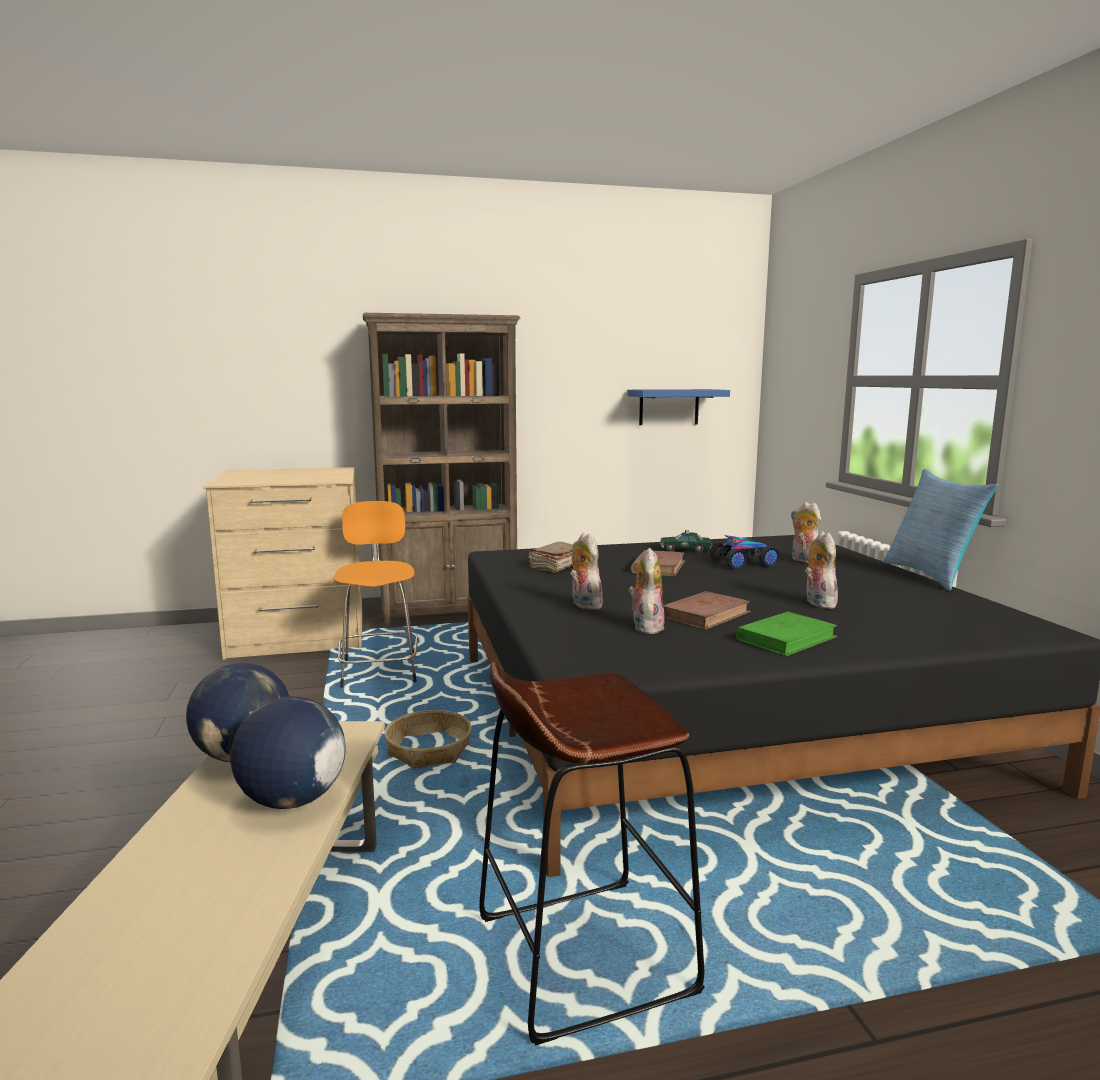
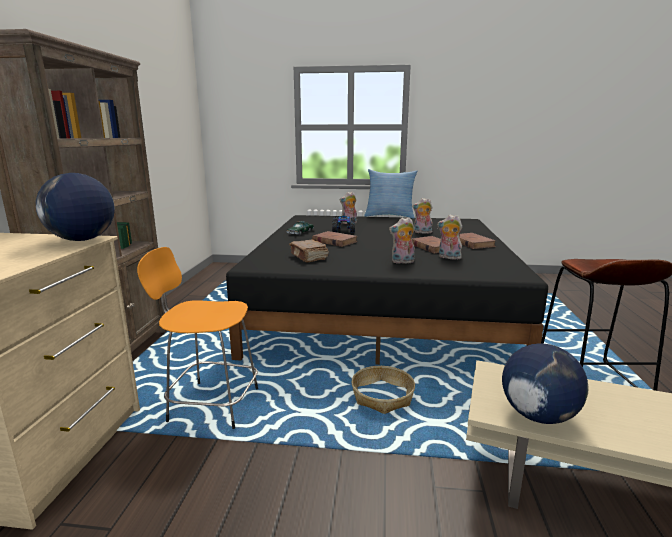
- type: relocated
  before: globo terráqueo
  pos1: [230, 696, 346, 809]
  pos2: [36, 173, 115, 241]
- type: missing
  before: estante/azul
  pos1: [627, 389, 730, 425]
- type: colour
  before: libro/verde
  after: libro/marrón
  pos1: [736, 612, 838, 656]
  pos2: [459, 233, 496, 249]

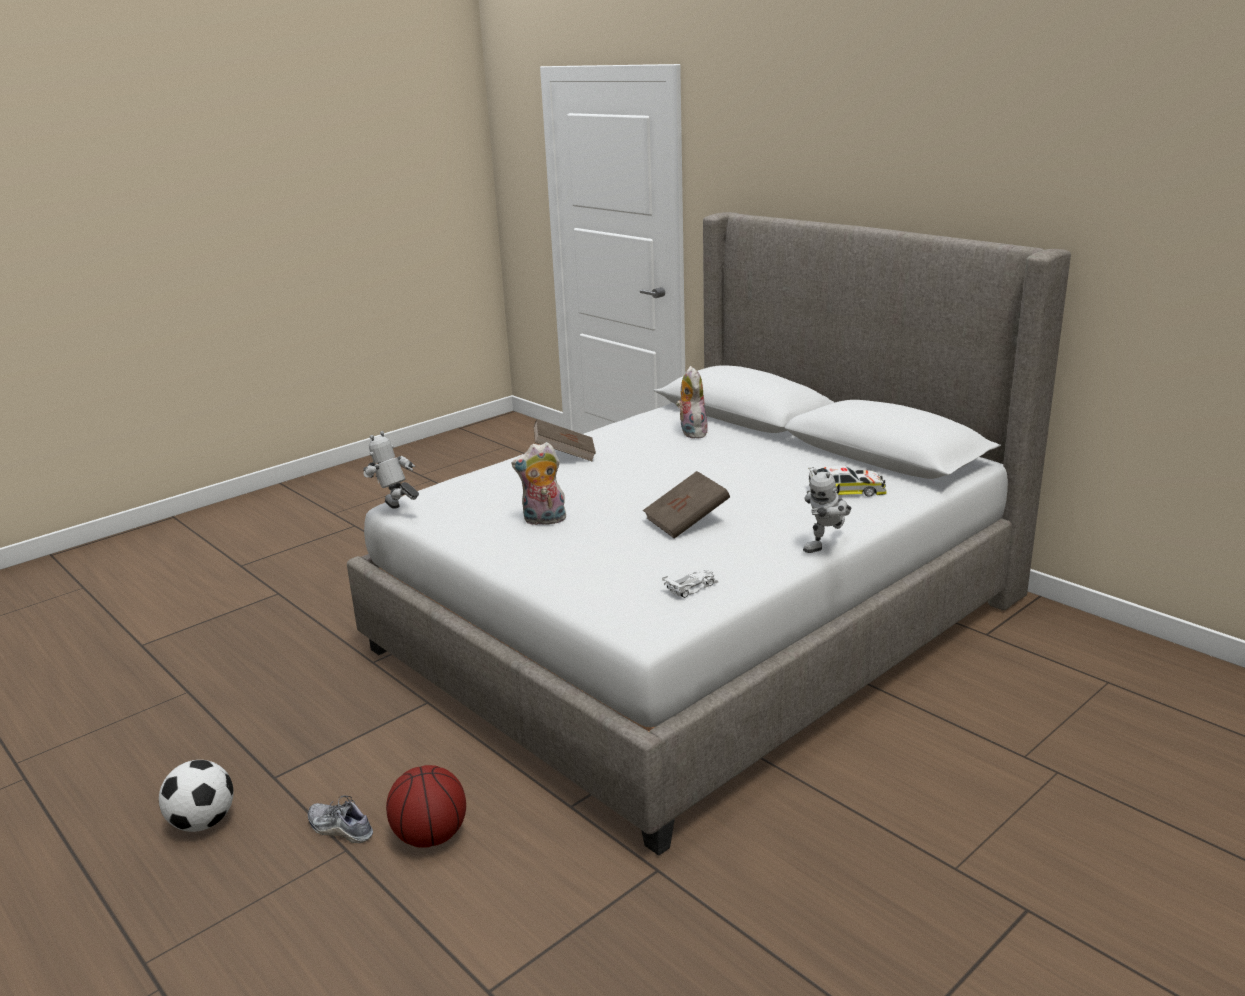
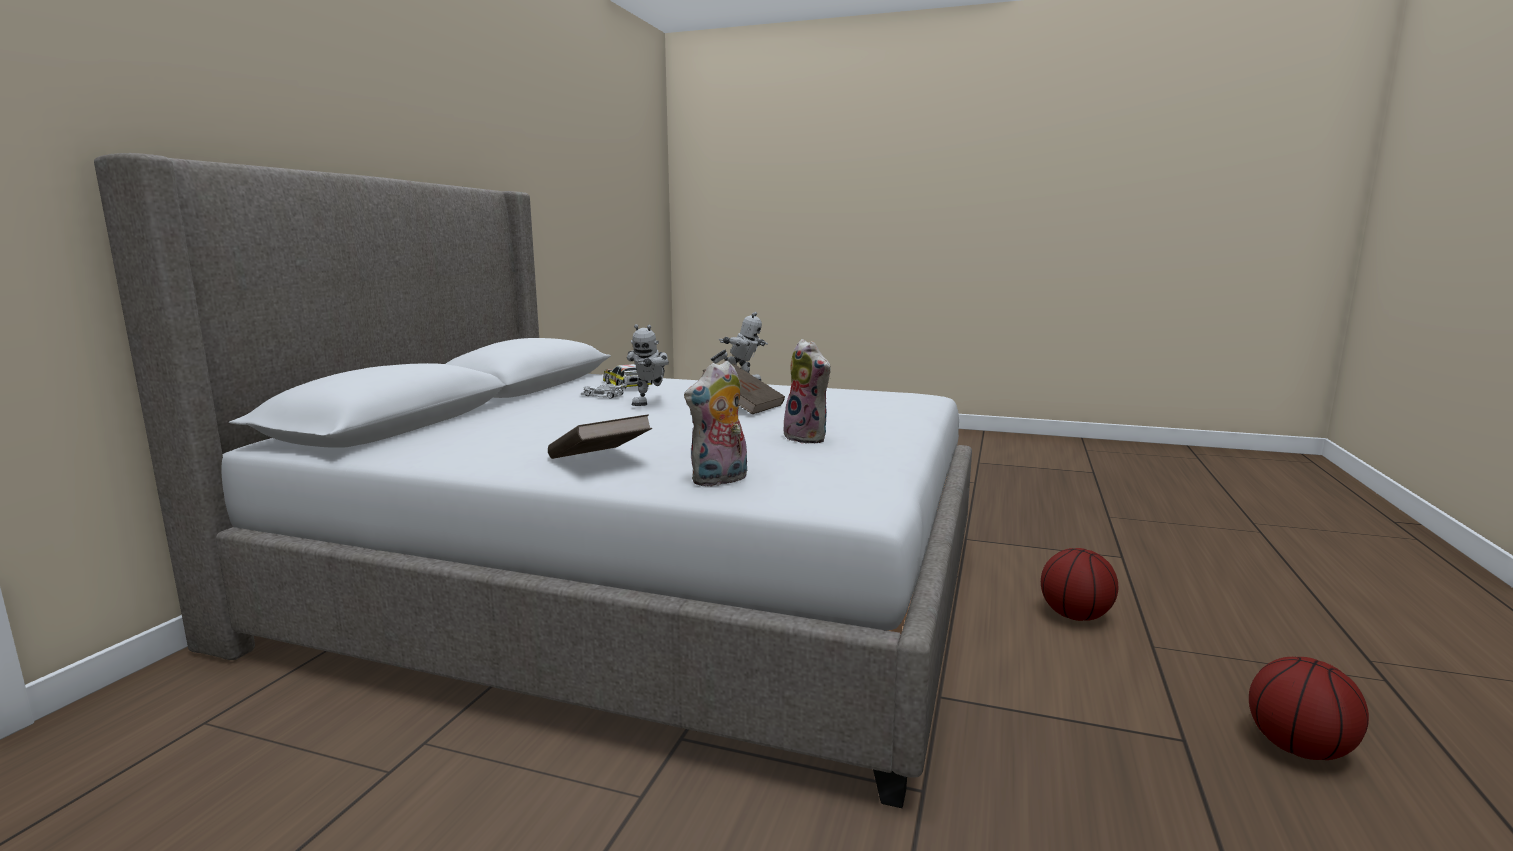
- type: exchanged
  before: balón de fútbol
  after: balón de baloncesto
  pos1: [159, 760, 234, 832]
  pos2: [1249, 657, 1369, 760]
- type: missing
  before: zapato
  pos1: [308, 795, 373, 843]
- type: relocated
  before: robot de juguete
  pos1: [363, 431, 419, 509]
  pos2: [627, 324, 669, 406]
- type: relocated
  before: coche de juguete/blanco
  pos1: [662, 570, 718, 598]
  pos2: [581, 383, 627, 399]
- type: relocated
  before: peluche
  pos1: [676, 366, 708, 438]
  pos2: [684, 360, 747, 487]

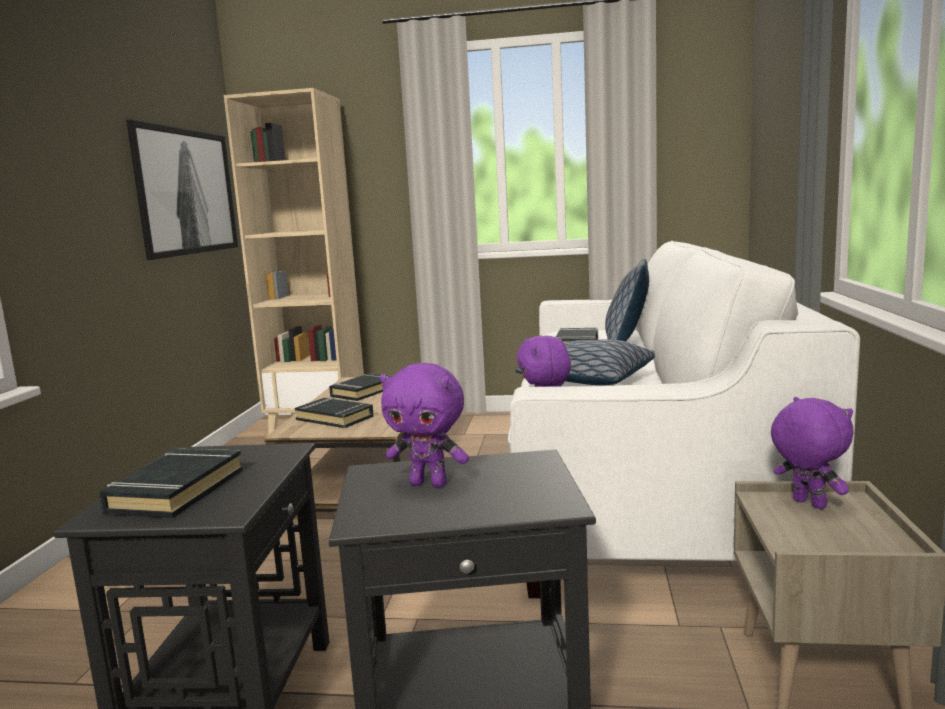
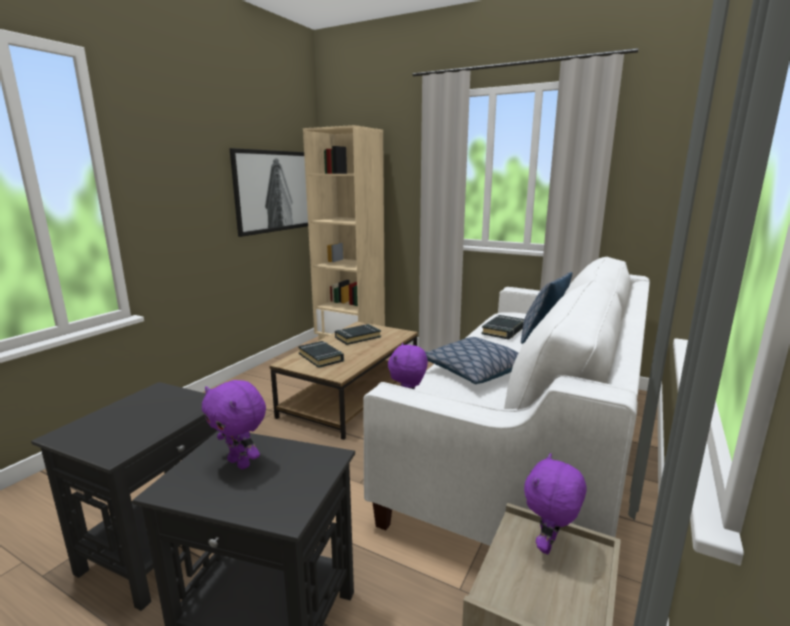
- type: missing
  before: libro/negro
  pos1: [99, 448, 243, 518]
- type: spun
  before: peluche/morado
  pos1: [771, 397, 853, 509]
  pos2: [524, 453, 586, 554]
  turn: -135

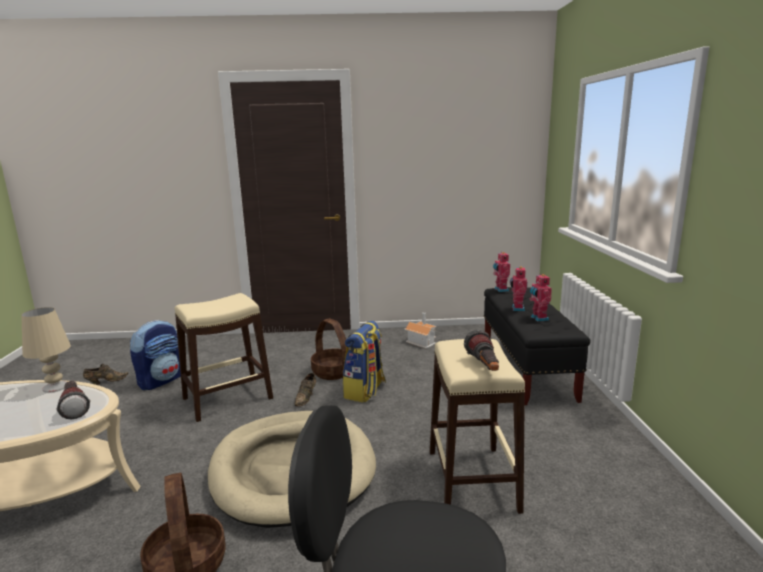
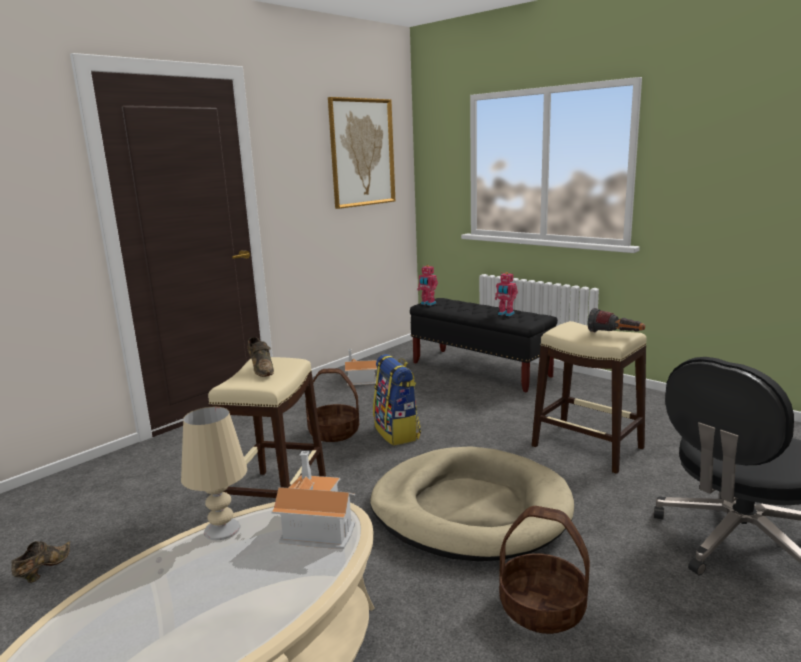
- type: exchanged
  before: linterna
  after: casita
  pos1: [56, 381, 90, 419]
  pos2: [272, 451, 355, 549]
- type: missing
  before: mochila
  pos1: [130, 320, 181, 390]
- type: relocated
  before: zapato/marrón
  pos1: [295, 373, 316, 406]
  pos2: [247, 337, 274, 377]
- type: missing
  before: robot de juguete
  pos1: [510, 266, 527, 311]
- type: appeared
  after: cuadro
  pos2: [328, 97, 395, 209]

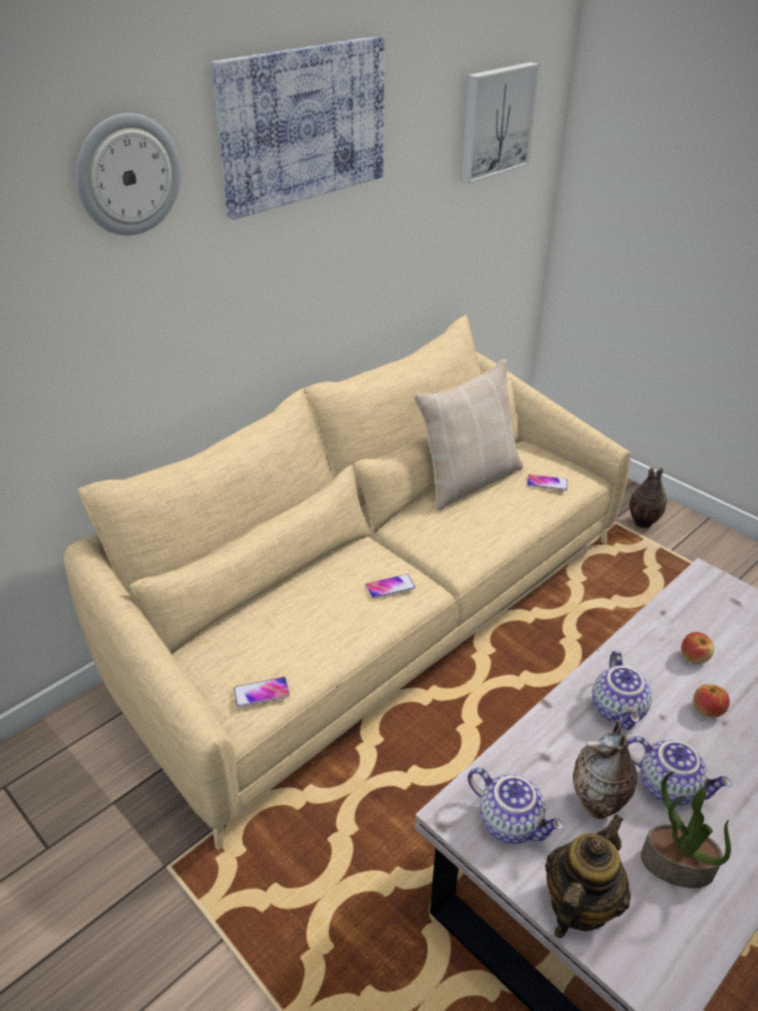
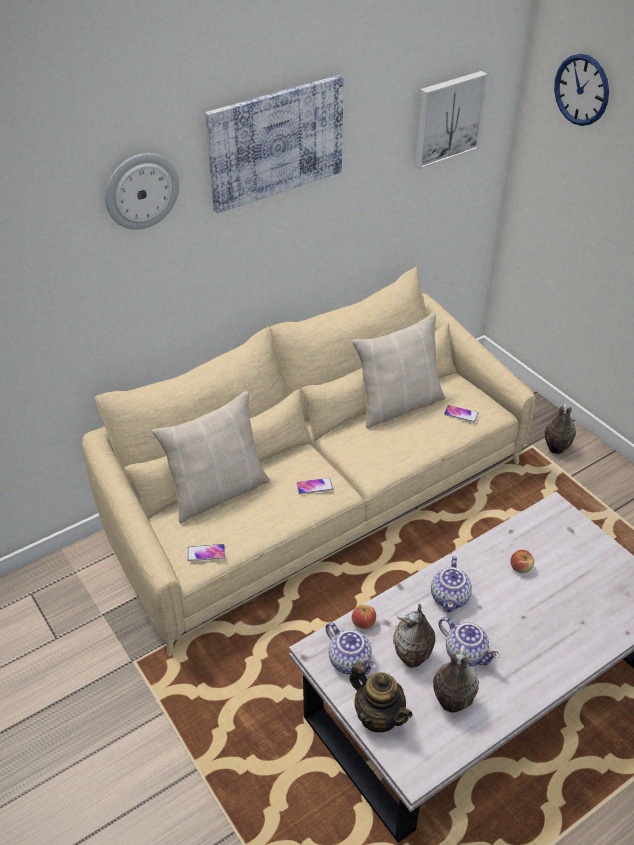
- type: spun
  before: tetera
  pos1: [545, 814, 631, 938]
  pos2: [349, 662, 413, 732]
  turn: 90
- type: exchanged
  before: planta en maceta
  after: florero
  pos1: [641, 771, 731, 888]
  pos2: [433, 645, 479, 713]
- type: relocated
  before: manzana
  pos1: [693, 684, 730, 717]
  pos2: [352, 605, 376, 629]
- type: appeared
  after: cojín/beis
  pos2: [152, 391, 270, 523]
- type: appeared
  after: reloj de pared
  pos2: [554, 54, 609, 126]

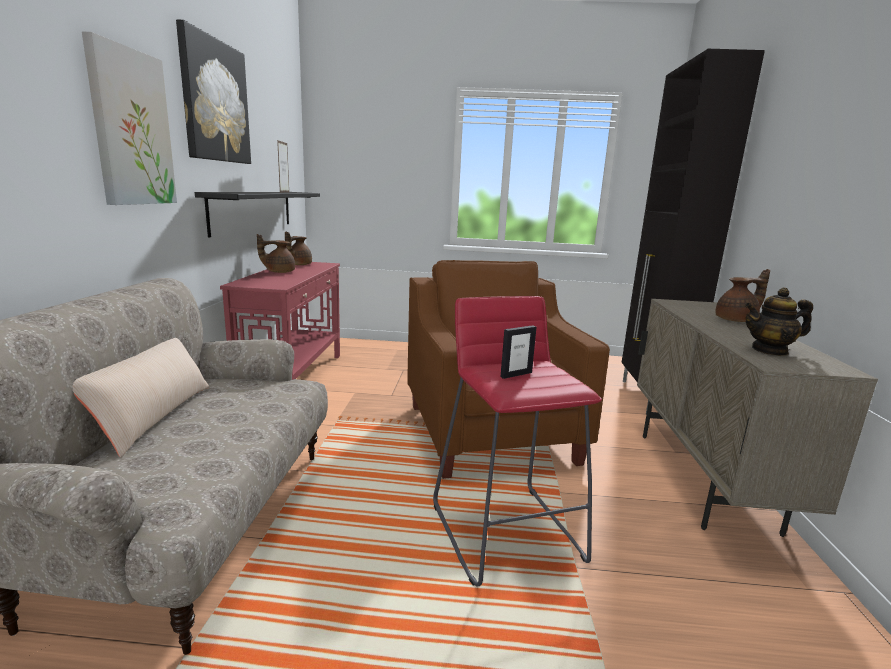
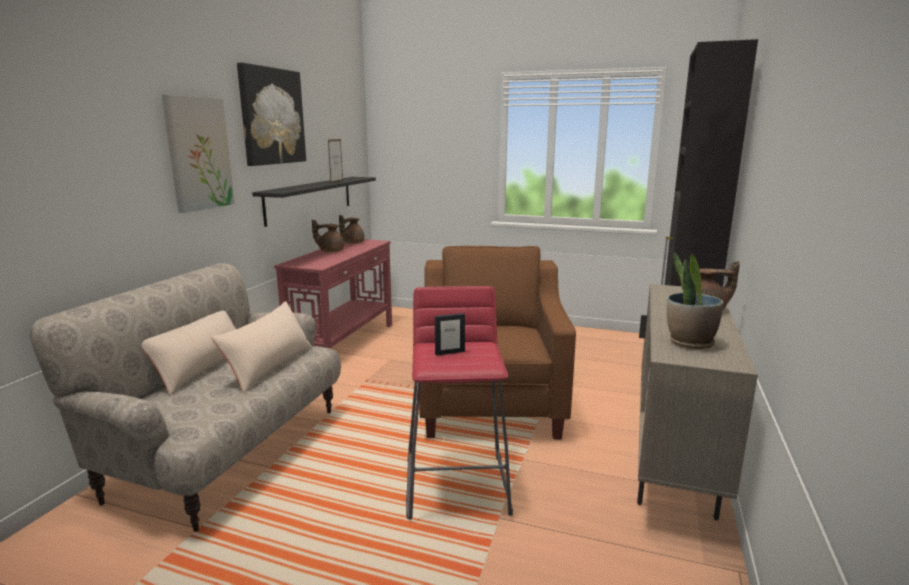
- type: exchanged
  before: tetera
  after: planta en maceta
  pos1: [745, 288, 813, 356]
  pos2: [667, 252, 723, 349]
- type: appeared
  after: cojín/beis
  pos2: [211, 301, 312, 393]

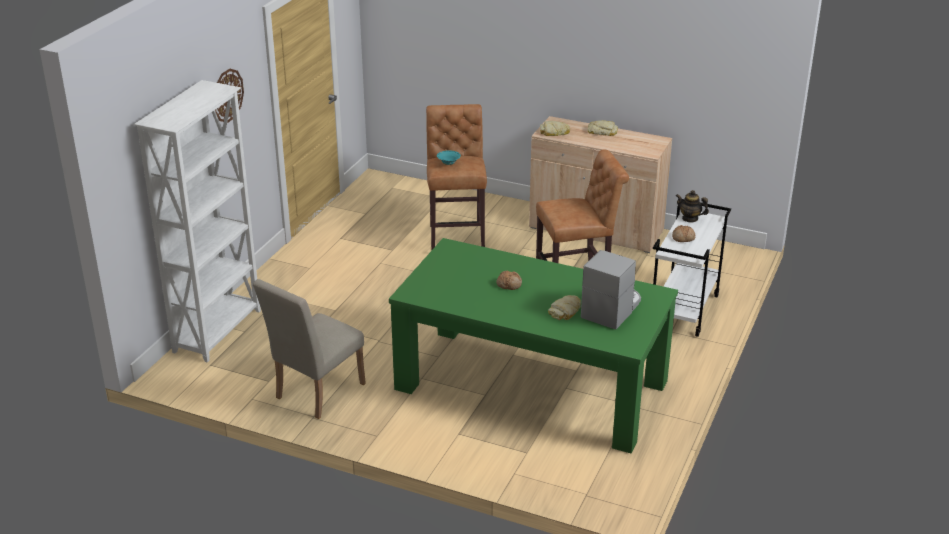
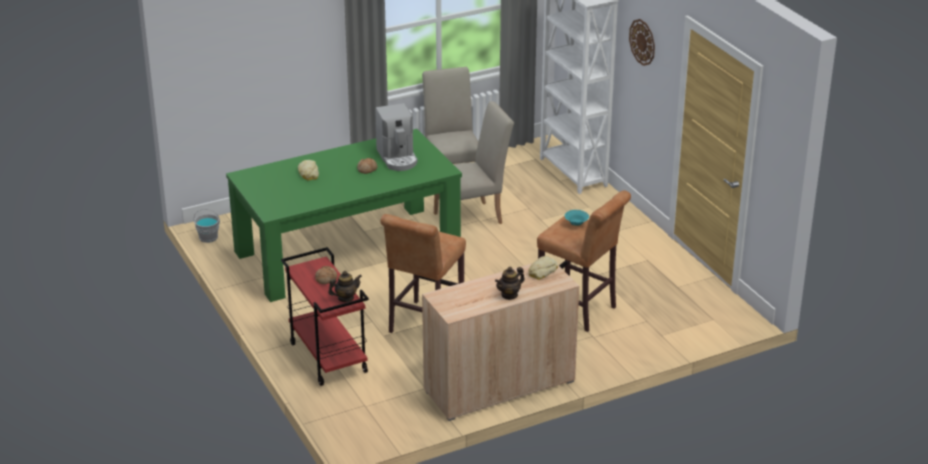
- type: relocated
  before: cafetera
  pos1: [581, 250, 641, 330]
  pos2: [375, 103, 418, 171]
- type: exchanged
  before: pan
  after: tetera
  pos1: [588, 120, 618, 136]
  pos2: [495, 267, 525, 300]
- type: colour
  before: carrito/blanco
  after: carrito/rojo
  pos1: [653, 199, 731, 337]
  pos2: [281, 247, 369, 386]
- type: appeared
  after: cubo/gris
  pos2: [194, 209, 220, 243]
- type: appeared
  after: silla/beis
  pos2: [434, 101, 514, 224]

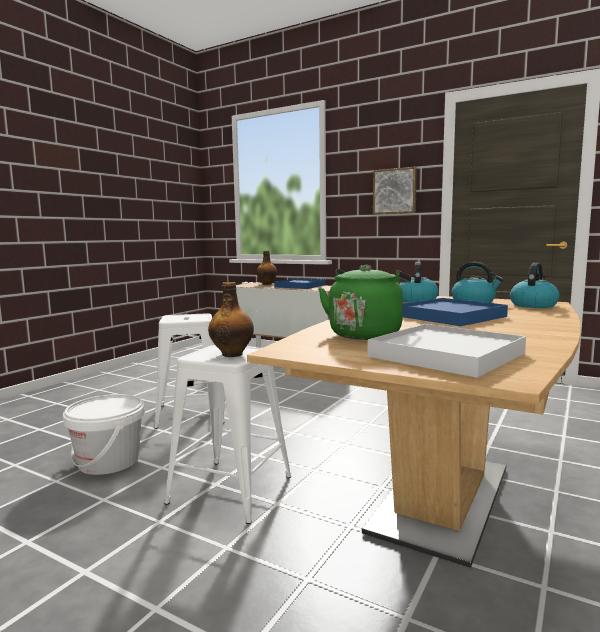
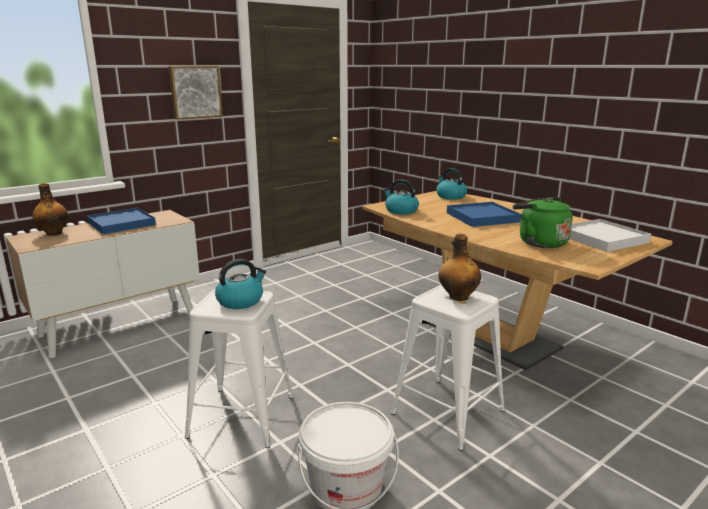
- type: relocated
  before: hervidor
  pos1: [451, 262, 503, 303]
  pos2: [215, 259, 266, 309]

